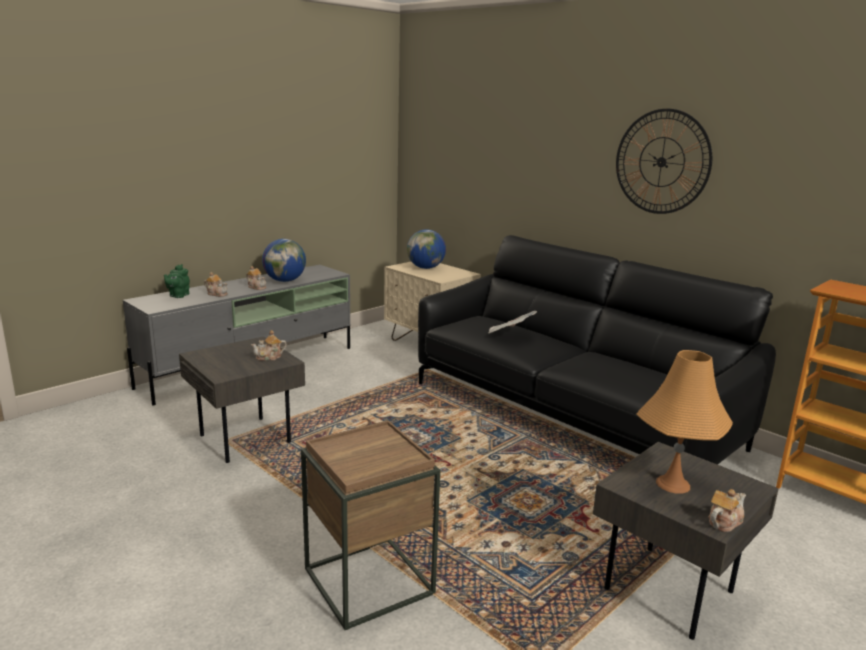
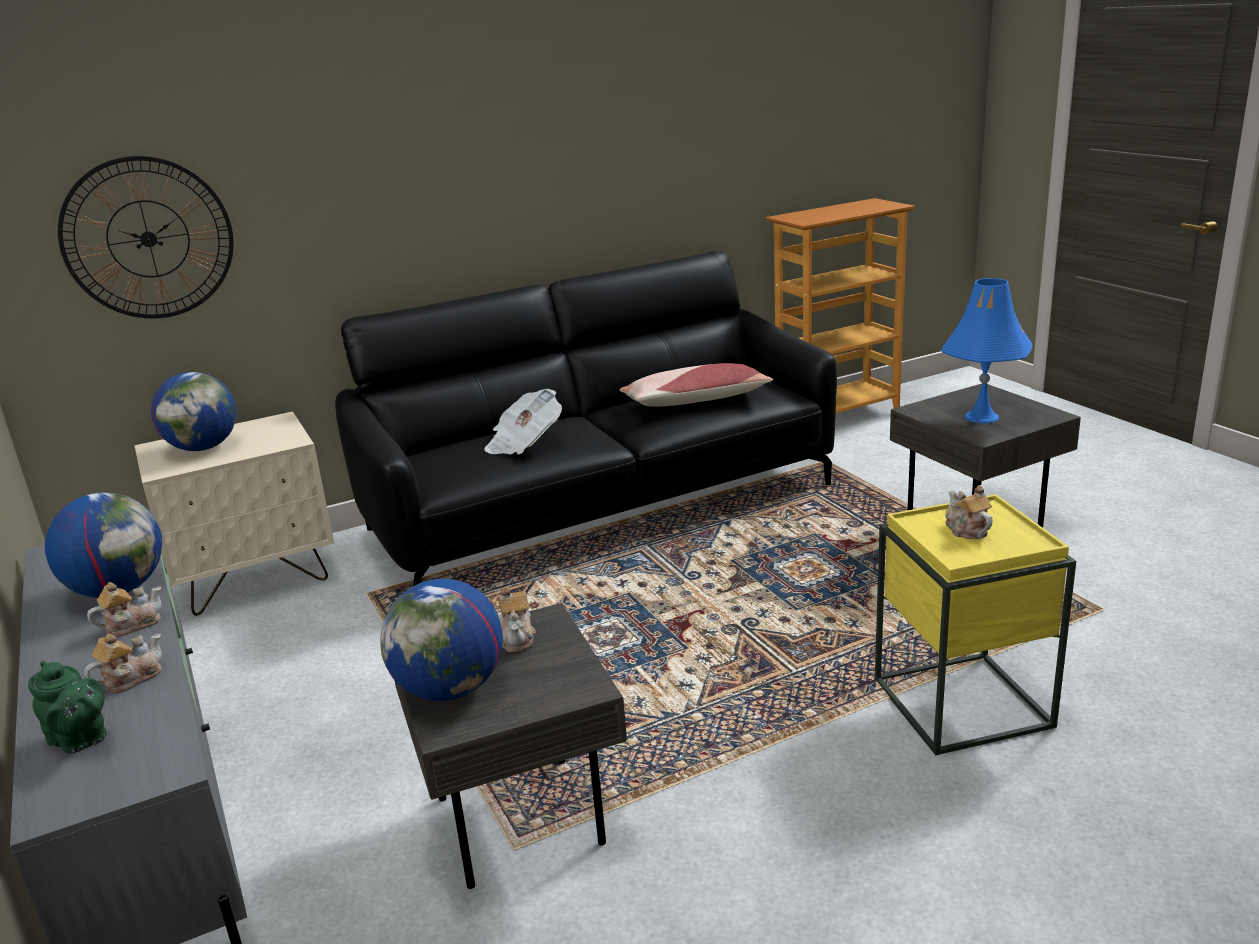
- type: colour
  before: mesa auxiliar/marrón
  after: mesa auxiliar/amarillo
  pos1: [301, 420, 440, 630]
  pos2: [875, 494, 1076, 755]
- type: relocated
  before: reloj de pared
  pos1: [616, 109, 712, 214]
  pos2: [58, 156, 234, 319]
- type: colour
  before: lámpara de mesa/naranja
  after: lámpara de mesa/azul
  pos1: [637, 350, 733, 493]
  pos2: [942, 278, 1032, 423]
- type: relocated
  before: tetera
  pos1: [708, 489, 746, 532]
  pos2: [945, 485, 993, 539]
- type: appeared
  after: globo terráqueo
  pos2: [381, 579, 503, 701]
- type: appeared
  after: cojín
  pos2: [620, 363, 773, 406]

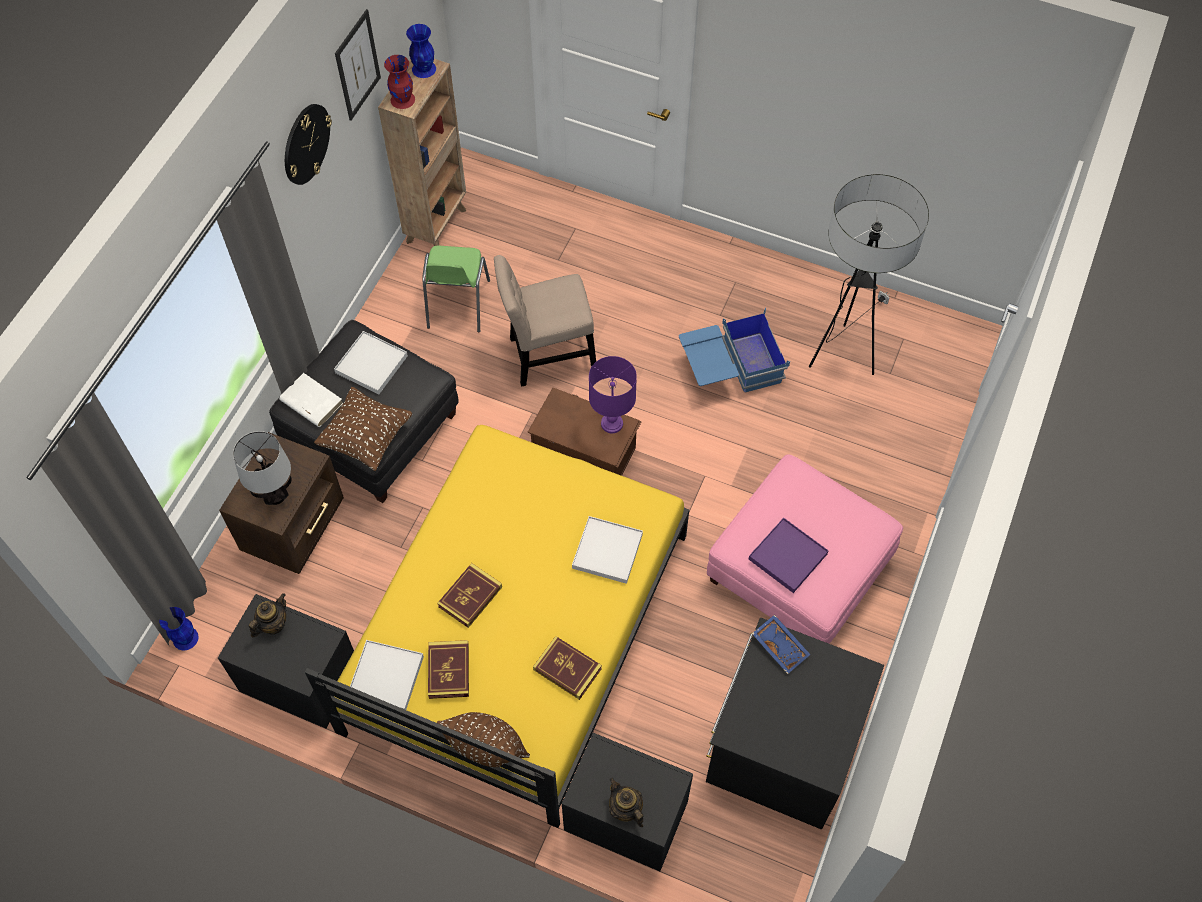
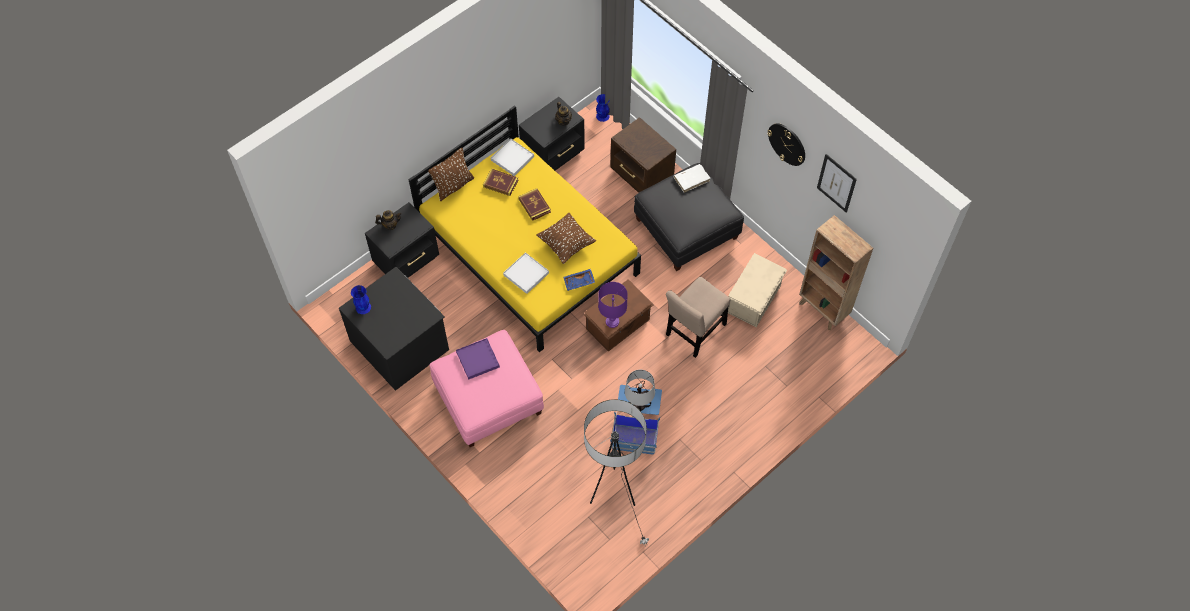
- type: relocated
  before: lámpara de mesa
  pos1: [233, 431, 292, 505]
  pos2: [625, 370, 655, 411]
- type: relocated
  before: cojín/marrón
  pos1: [314, 387, 413, 471]
  pos2: [537, 213, 596, 264]
- type: missing
  before: bandeja/blanco
  pos1: [334, 331, 408, 394]
- type: missing
  before: florero/rojo
  pos1: [384, 55, 415, 109]
- type: relocated
  before: florero/azul
  pos1: [406, 24, 436, 78]
  pos2: [351, 285, 371, 314]
- type: exchanged
  before: silla/verde
  after: caja de almacenaje/beis
  pos1: [422, 246, 490, 332]
  pos2: [728, 253, 787, 327]
- type: spun
  before: silla/beis
  pos1: [494, 255, 596, 386]
  pos2: [666, 277, 730, 358]
  turn: -150
- type: missing
  before: libro
  pos1: [533, 636, 602, 700]
- type: relocated
  before: bandeja/azul
  pos1: [752, 615, 811, 674]
  pos2: [563, 269, 595, 291]

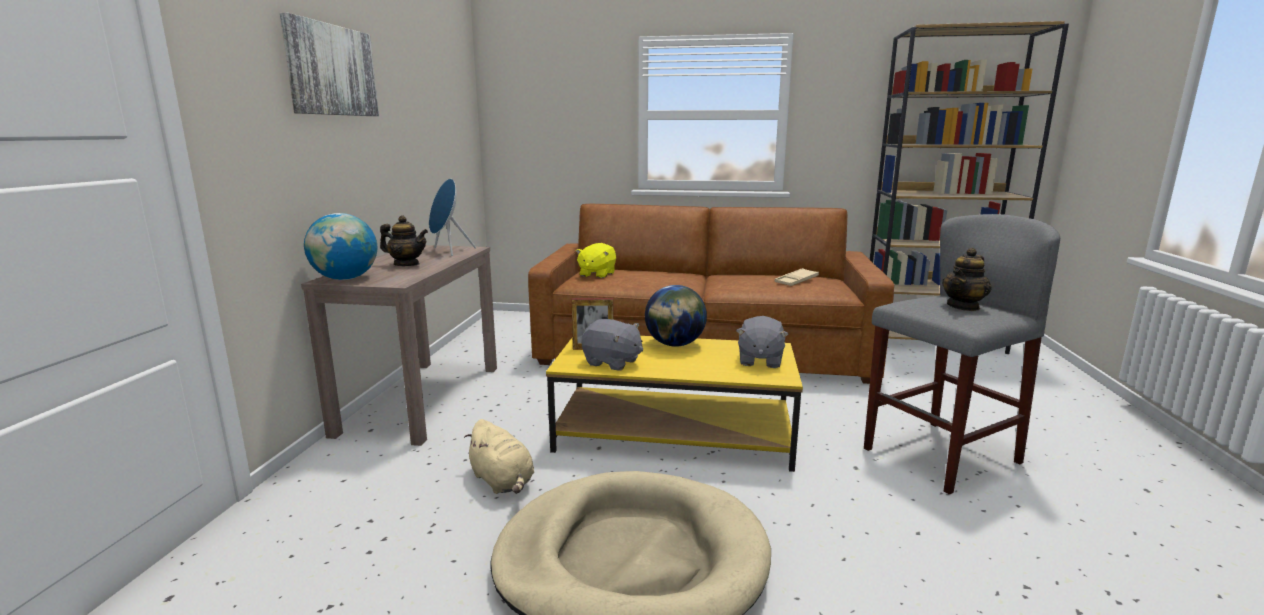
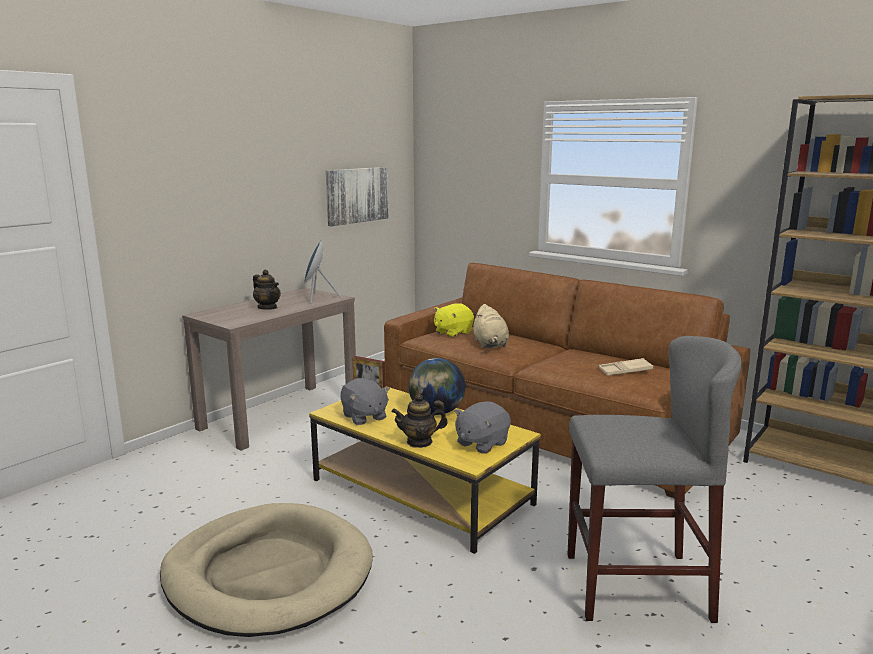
- type: relocated
  before: cuadro
  pos1: [280, 13, 379, 116]
  pos2: [326, 167, 389, 226]
- type: missing
  before: globo terráqueo
  pos1: [304, 213, 377, 280]
- type: relocated
  before: peluche/beis
  pos1: [464, 419, 534, 494]
  pos2: [473, 304, 509, 348]
- type: relocated
  before: tetera
  pos1: [942, 248, 992, 311]
  pos2: [391, 394, 448, 448]

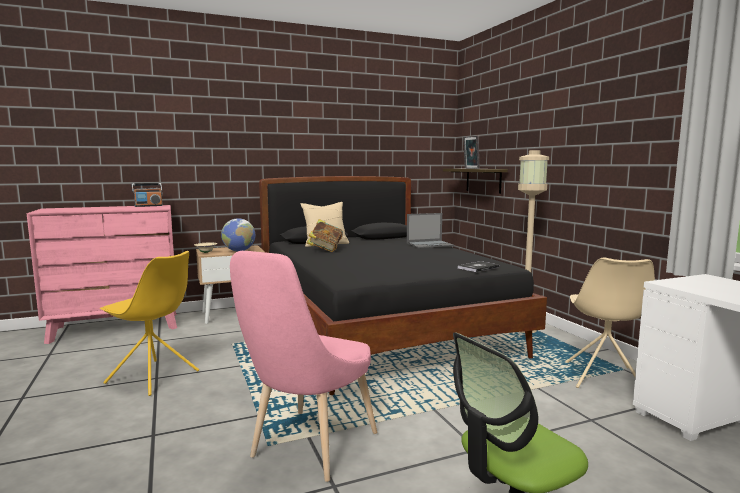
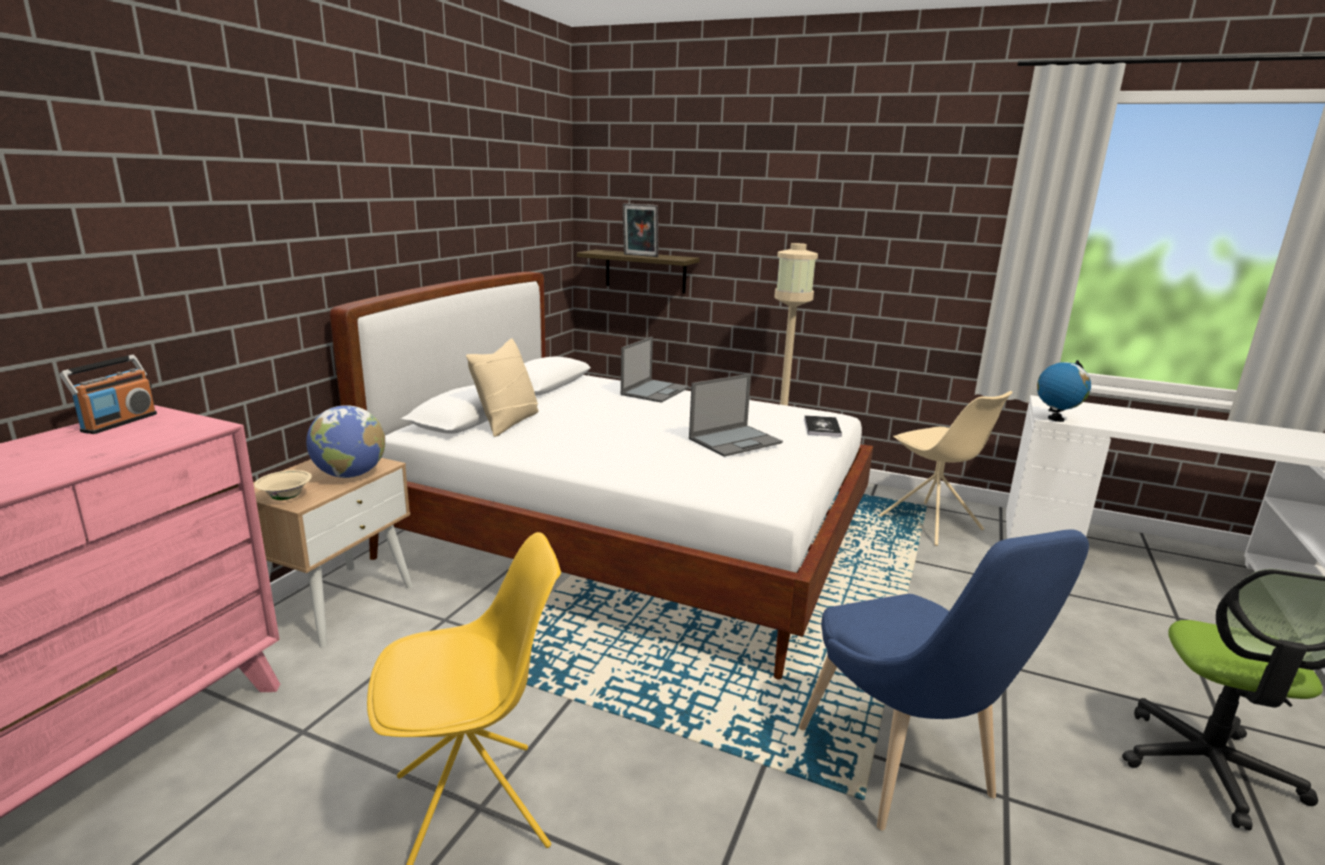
- type: colour
  before: silla/rosa
  after: silla/azul
  pos1: [230, 251, 377, 482]
  pos2: [799, 529, 1089, 830]
- type: colour
  before: cama/negro
  after: cama/blanco
  pos1: [259, 176, 547, 395]
  pos2: [330, 272, 873, 680]
- type: missing
  before: libro
  pos1: [307, 219, 343, 252]
- type: appeared
  after: portátil
  pos2: [689, 374, 783, 457]
- type: appeared
  after: globo terráqueo
  pos2: [1037, 360, 1091, 422]

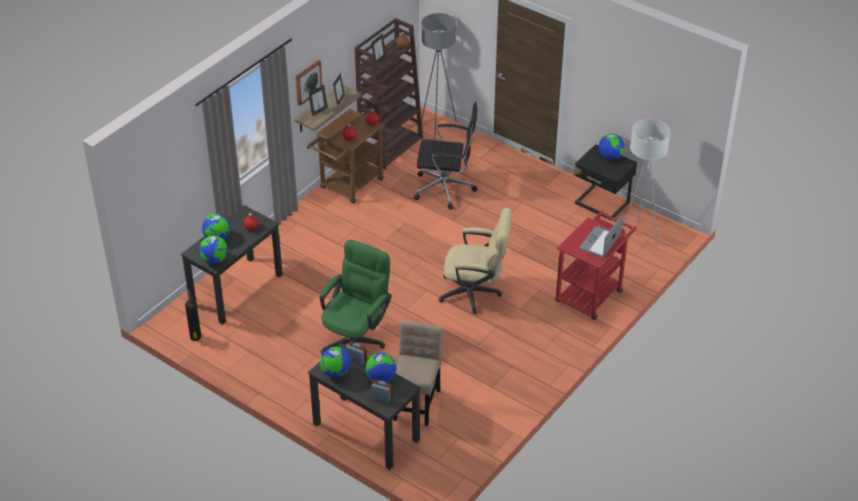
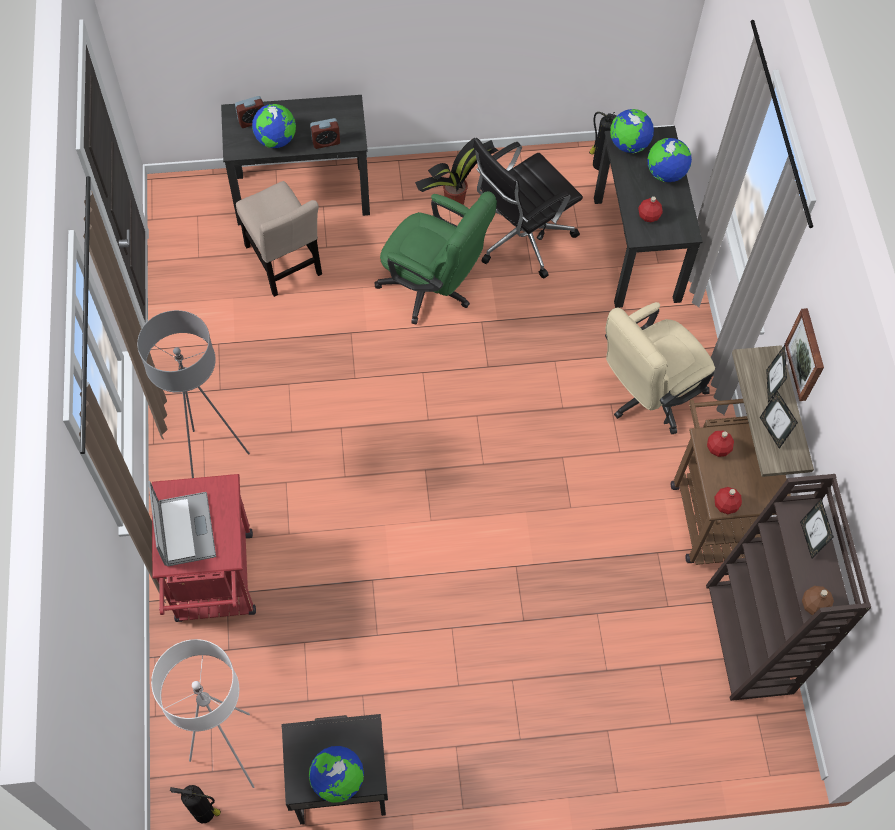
- type: spun
  before: silla de oficina/verde
  pos1: [320, 239, 392, 354]
  pos2: [375, 191, 497, 325]
  turn: -45
- type: missing
  before: globo terráqueo
  pos1: [320, 347, 351, 378]
- type: relocated
  before: silla de oficina/negro
  pos1: [414, 102, 478, 210]
  pos2: [473, 138, 583, 278]
- type: relocated
  before: lámpara de pie/gris
  pos1: [421, 13, 457, 140]
  pos2: [137, 310, 250, 478]
- type: relocated
  before: silla de oficina/beis
  pos1: [438, 208, 512, 314]
  pos2: [605, 302, 715, 435]
- type: appeared
  after: extintor
  pos2: [170, 785, 221, 823]
- type: appeared
  after: planta en maceta
  pos2: [415, 137, 499, 205]

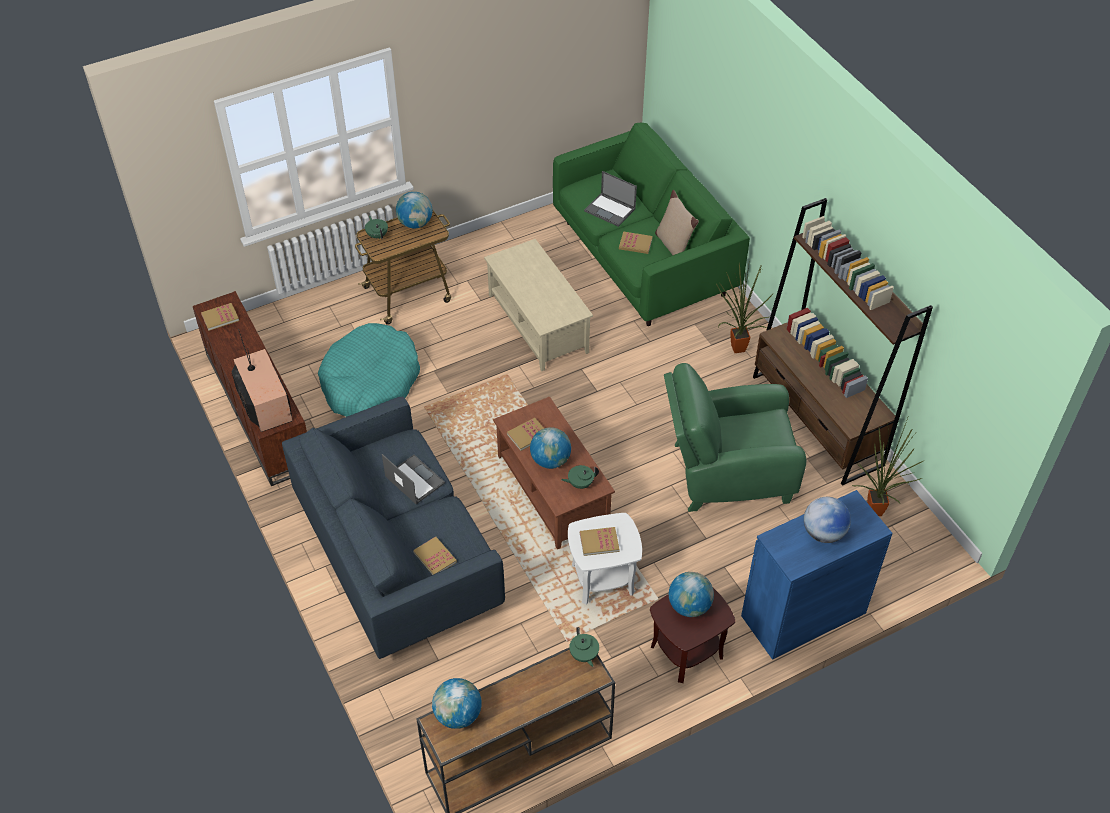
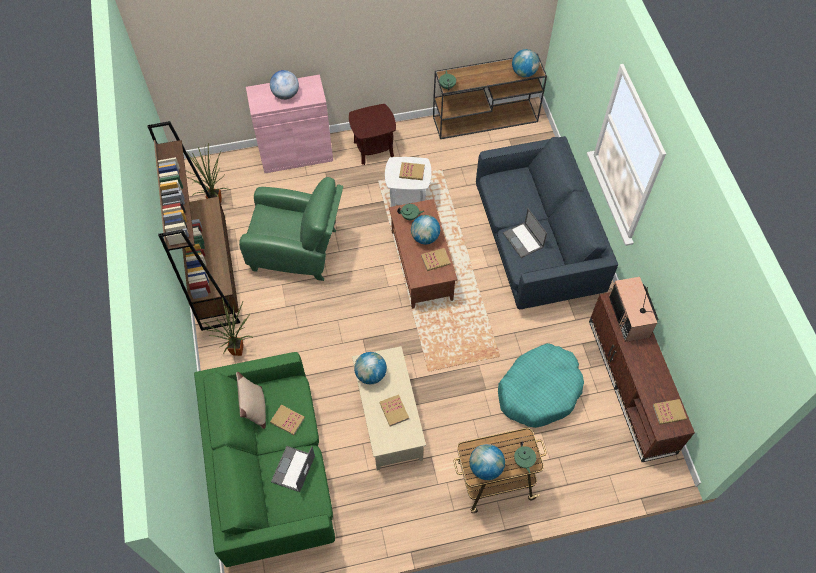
- type: relocated
  before: libro
  pos1: [413, 537, 457, 575]
  pos2: [379, 394, 409, 427]
- type: spun
  before: portátil
  pos1: [584, 171, 637, 227]
  pos2: [271, 446, 315, 492]
  turn: -120
- type: relocated
  before: globo terráqueo
  pos1: [669, 572, 714, 617]
  pos2: [354, 352, 387, 384]
- type: colour
  before: armario/azul
  after: armario/rosa
  pos1: [741, 490, 893, 660]
  pos2: [246, 75, 333, 173]

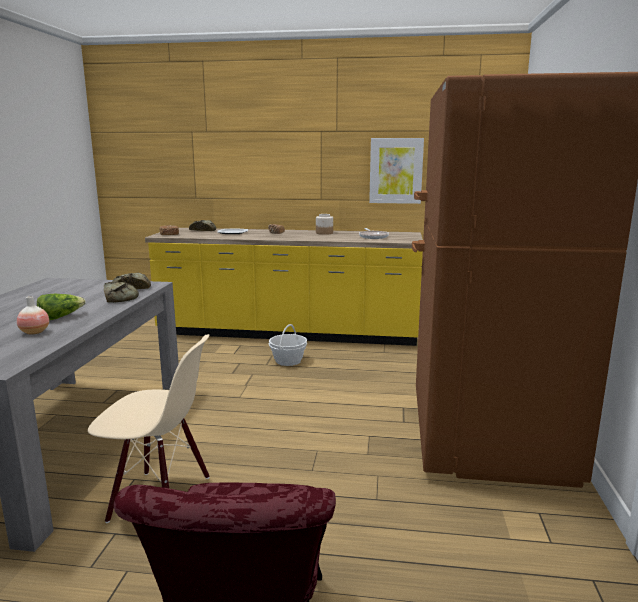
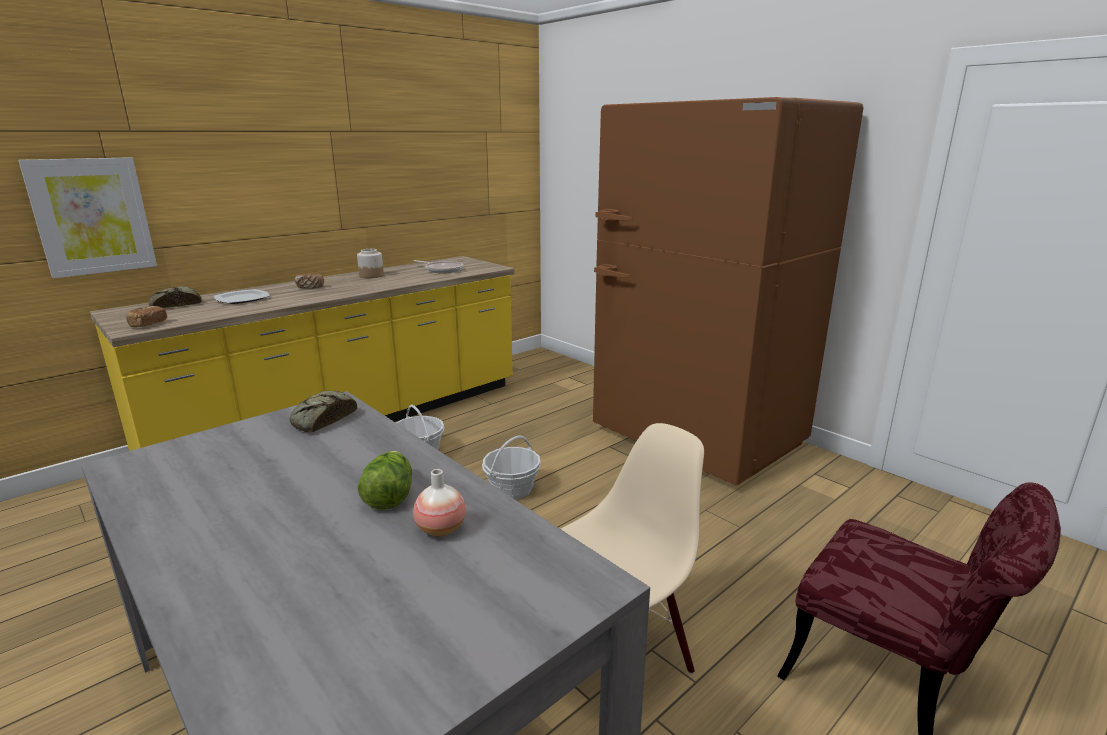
- type: missing
  before: pan
  pos1: [104, 281, 139, 303]
- type: relocated
  before: cuadro
  pos1: [369, 138, 424, 204]
  pos2: [18, 157, 157, 278]
- type: appeared
  after: cesta
  pos2: [482, 436, 541, 499]

